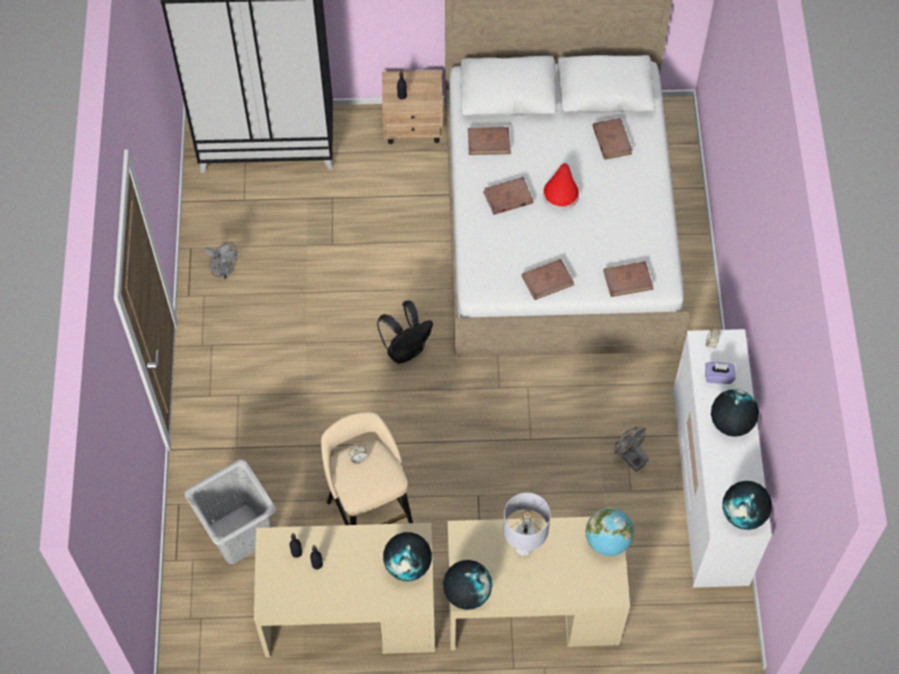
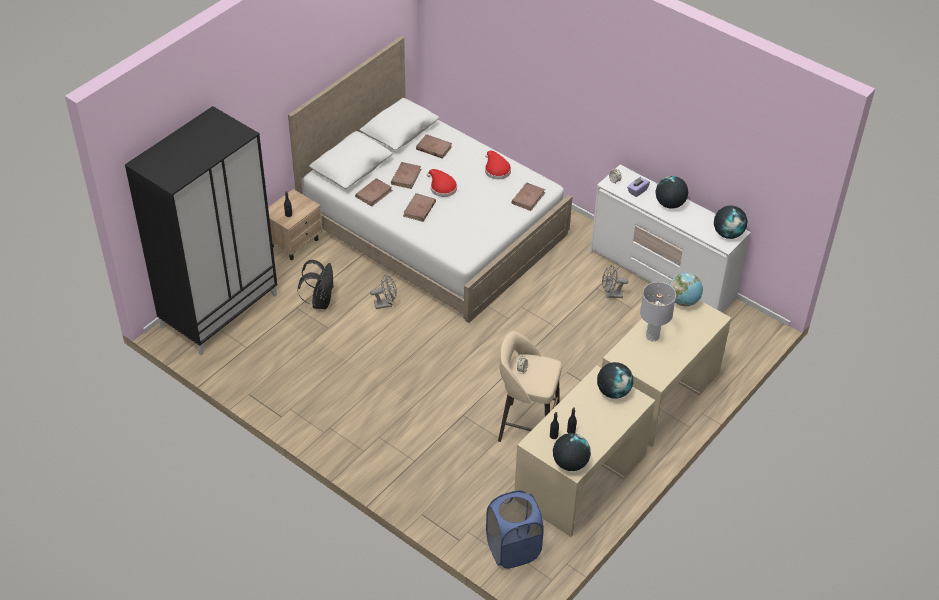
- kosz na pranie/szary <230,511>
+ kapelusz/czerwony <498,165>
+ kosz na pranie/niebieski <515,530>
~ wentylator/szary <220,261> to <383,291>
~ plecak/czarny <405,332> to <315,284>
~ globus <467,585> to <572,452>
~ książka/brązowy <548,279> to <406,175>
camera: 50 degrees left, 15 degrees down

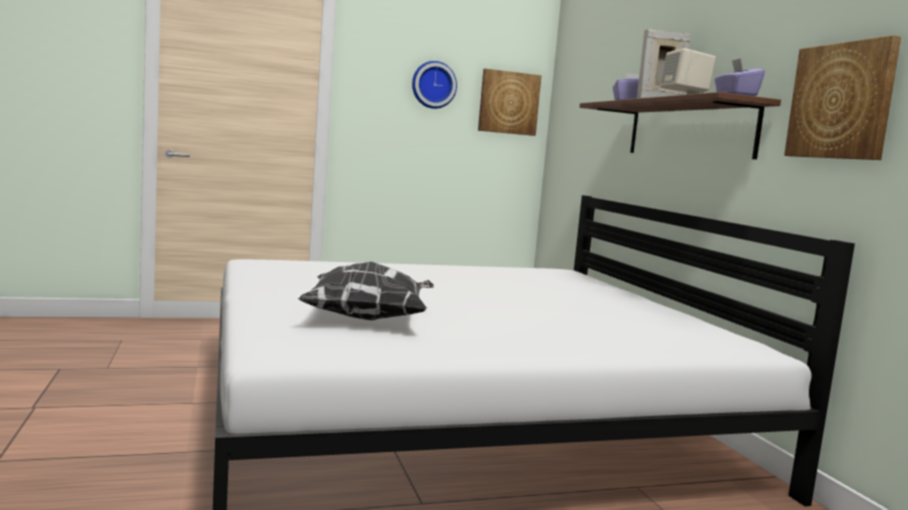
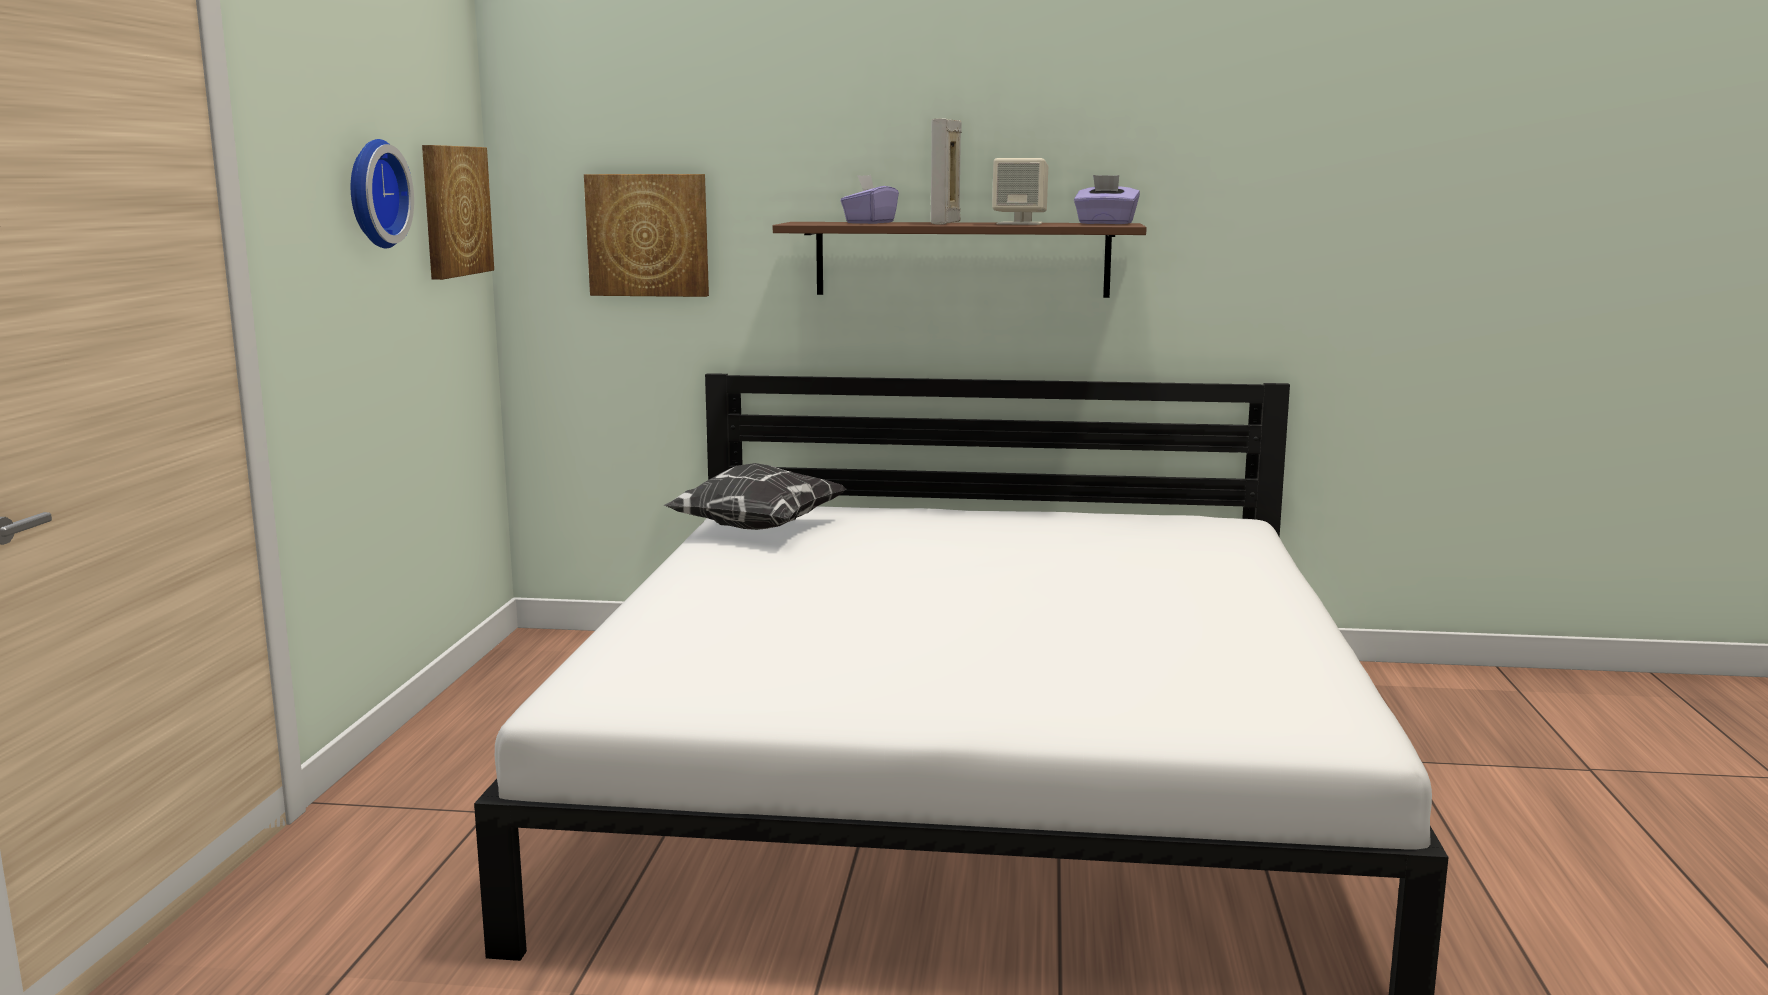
~ poduszka <366,290> to <755,496>
~ obraz <842,97> to <646,235>
camera: 65 degrees left, 5 degrees up

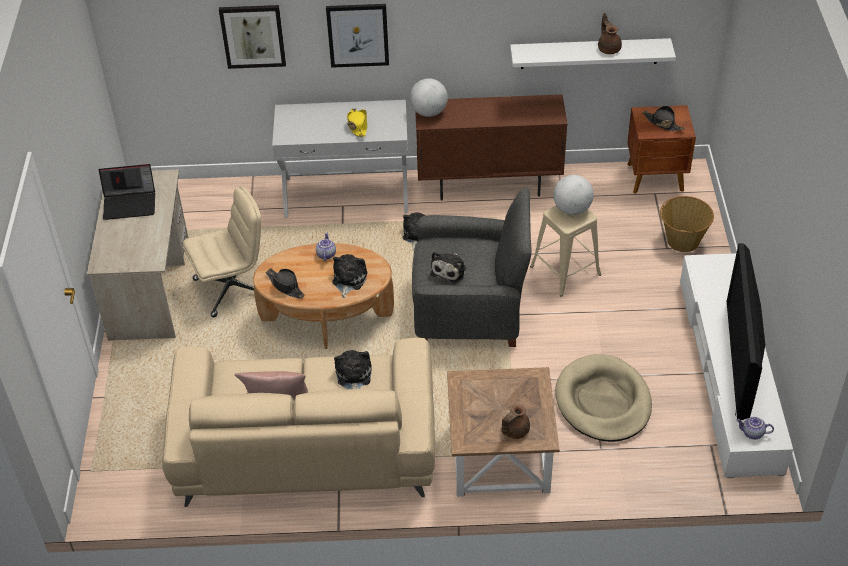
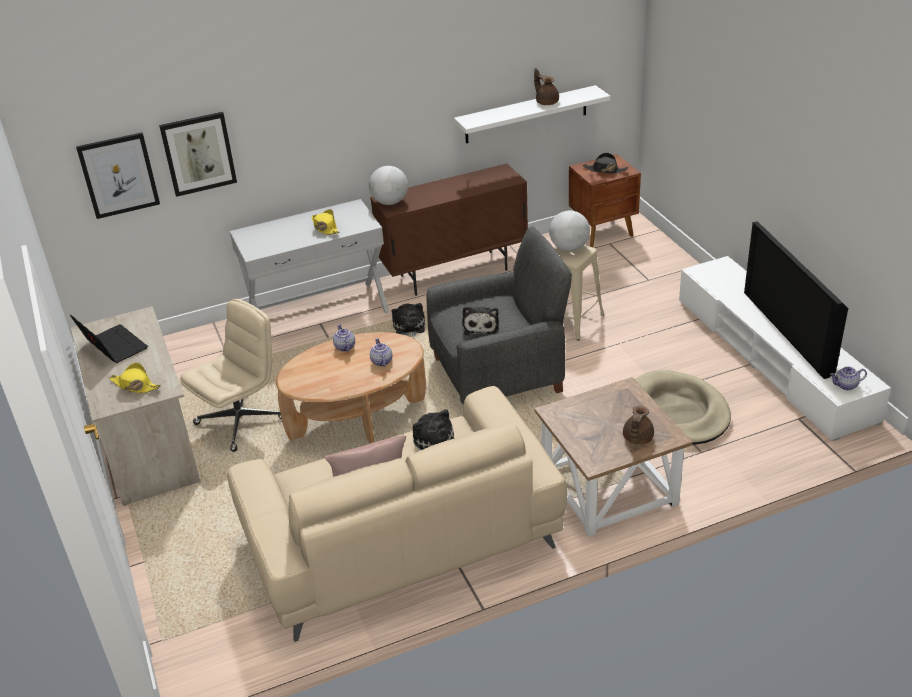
- kapelusz/czarny <285,283>
- koszyk <687,224>
+ kapelusz/żółty <135,378>
~ obraz <357,36> to <118,175>
~ pluszak <350,276> to imbryk <381,352>
~ laptop <127,192> = <109,338> 105 degrees counterclockwise
camera: 20 degrees left, 10 degrees down

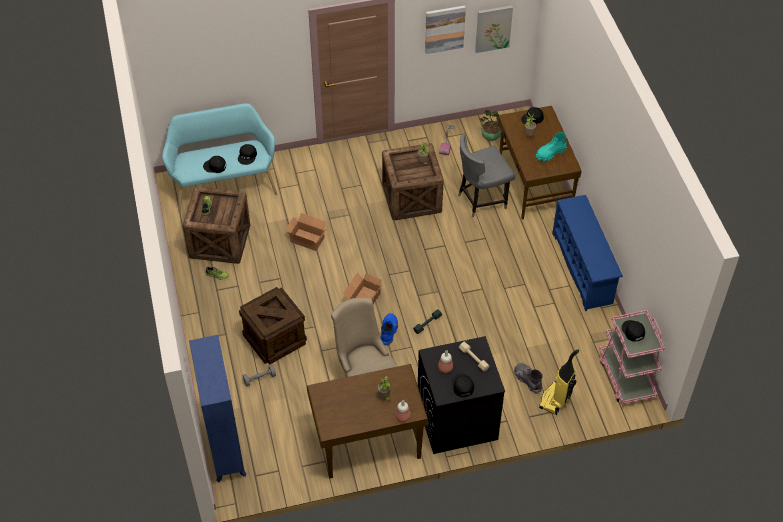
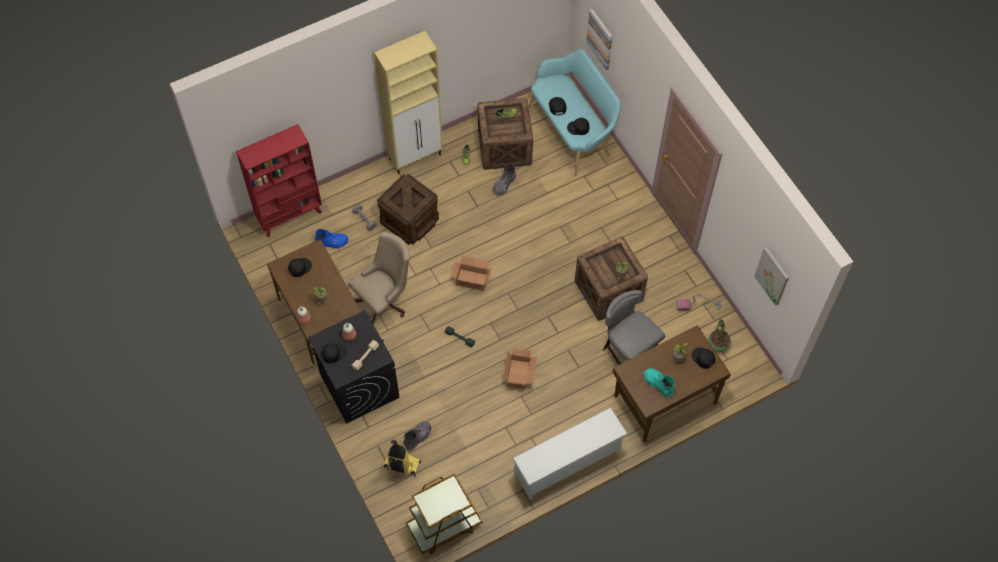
+ szafka/beżowy <408,102>
+ but z cholewką/szary <504,180>
~ karton <305,232> to <520,368>
~ but z cholewką/niebieski <389,329> to <331,239>
~ obraz <445,30> to <599,39>
~ czapka z daszkiem/czarny <633,331> to <300,267>
~ regał/niebieski <218,408> to regał/czerwony <279,180>
~ regał na buty/niebieski <587,253> to regał na buty/biały <570,453>
~ wózek/różowy <632,357> to wózek/brązowy <444,513>
camera: 75 degrees right, 10 degrees up

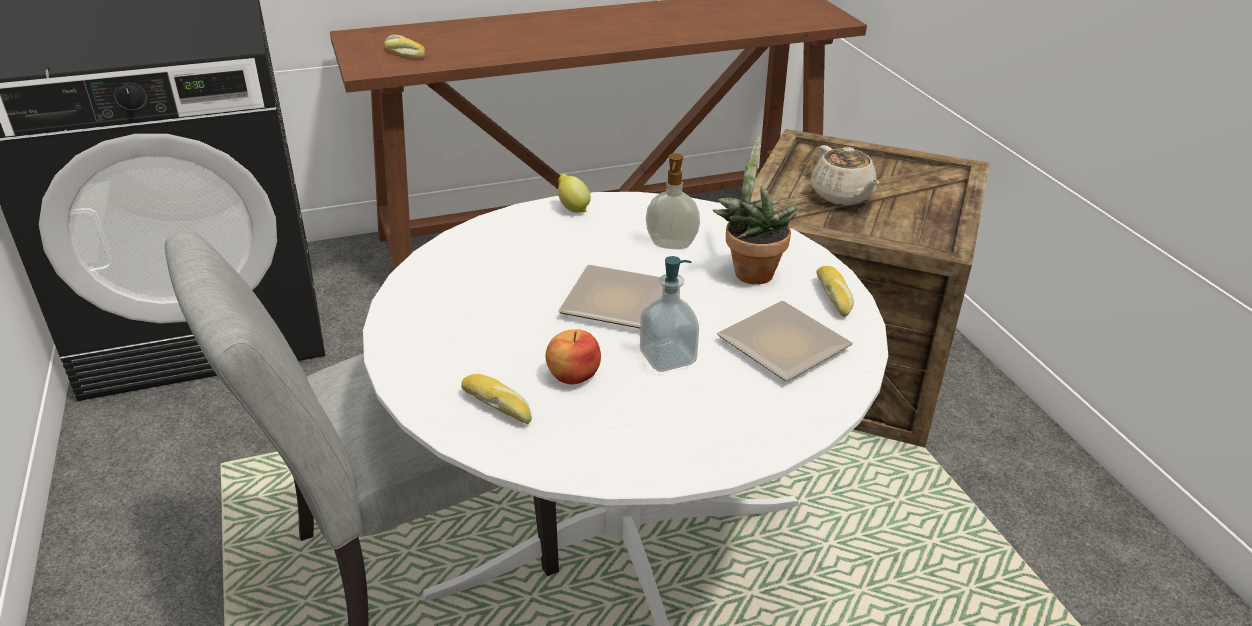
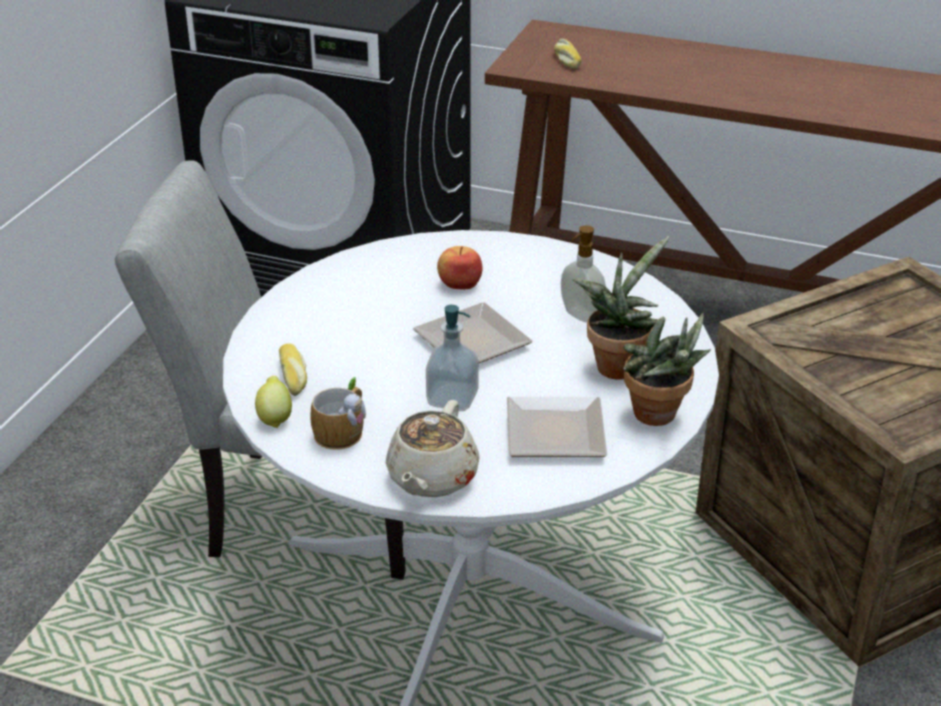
+ kubek <338,413>
~ jabłko <573,356> to <460,267>
~ cytryna <574,193> to <273,402>
~ imbryk/beżowy <845,175> to <432,448>
~ chleb <835,291> to roślina doniczkowa <667,369>
camera: 40 degrees right, 0 degrees up

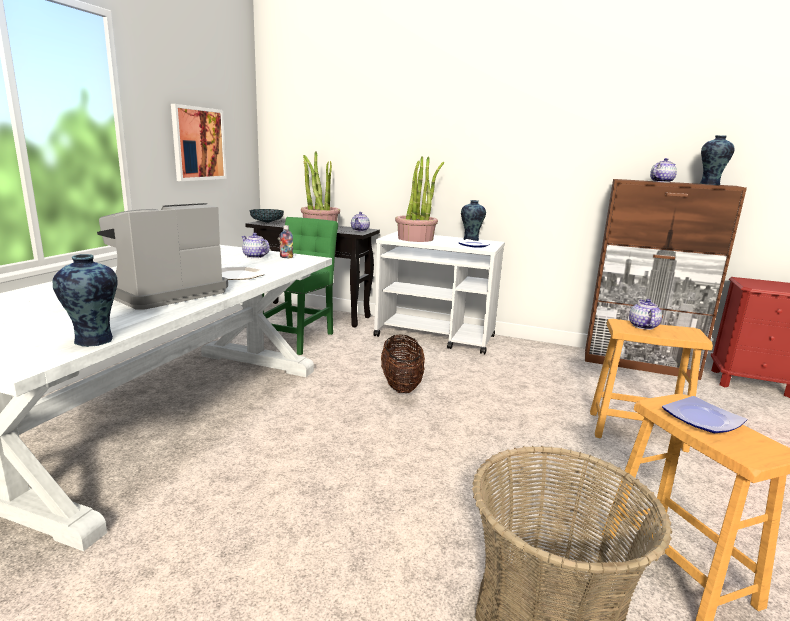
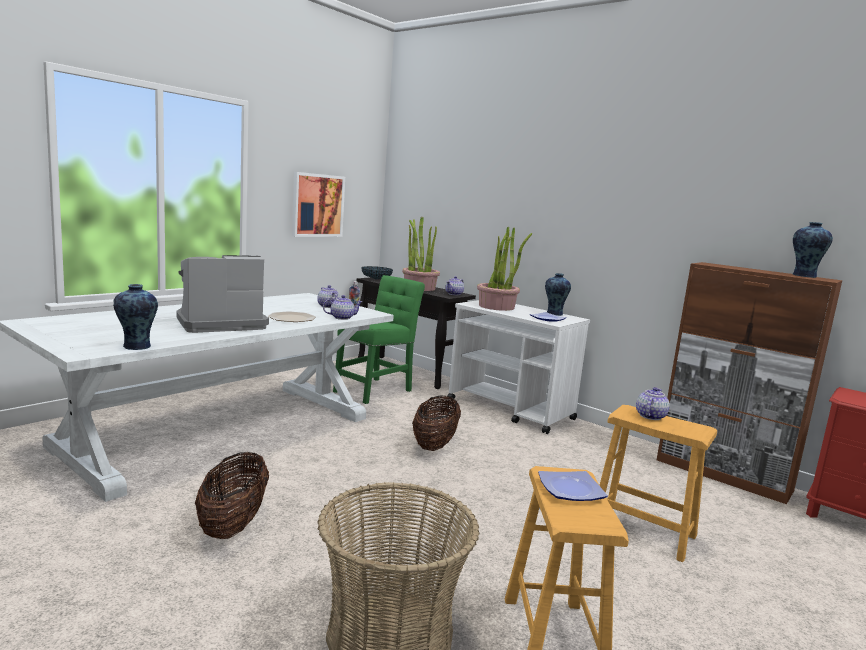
+ koszyk <232,495>
~ imbryk <663,170> to <343,307>
camera: 20 degrees right, 5 degrees down

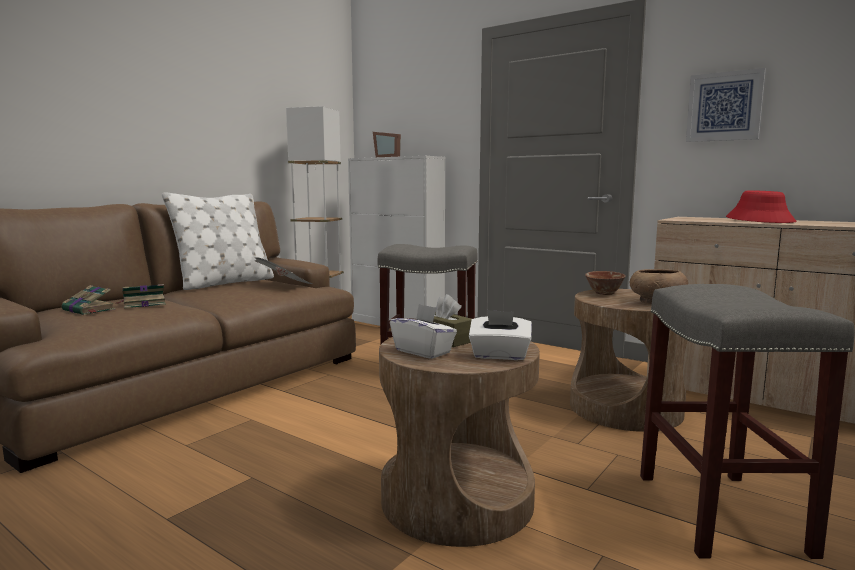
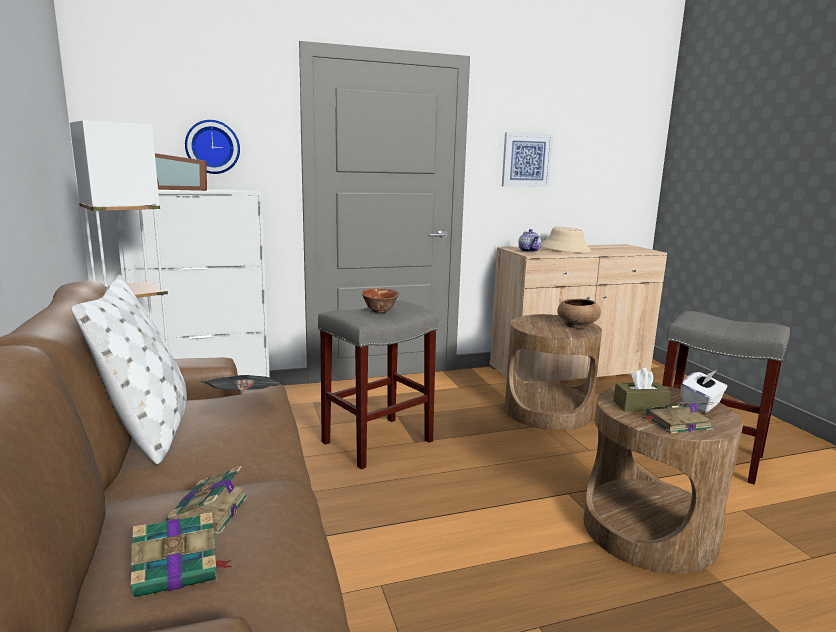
+ zegar ścienny <212,147>
+ imbryk <529,240>
~ miska <605,283> to <380,300>
~ pudełko chusteczek/biały <423,331> to książka <678,418>
~ kapelusz/czerwony <761,206> to kapelusz/beżowy <566,240>
camera: 55 degrees left, 5 degrees up

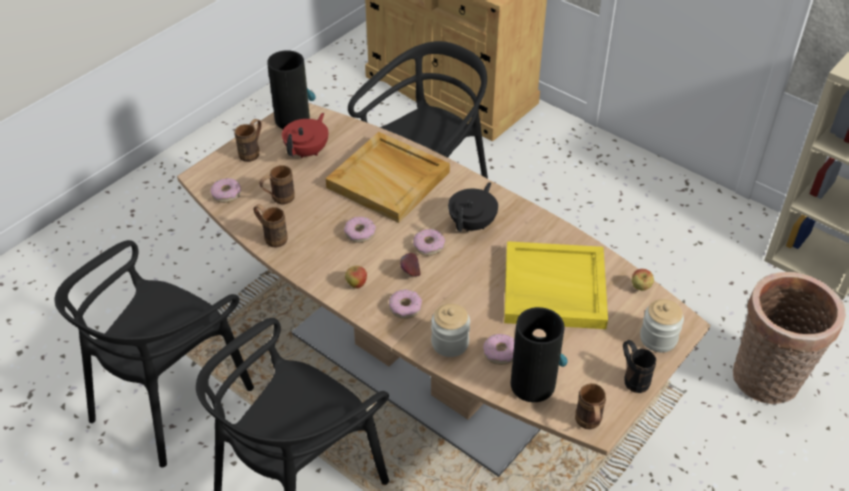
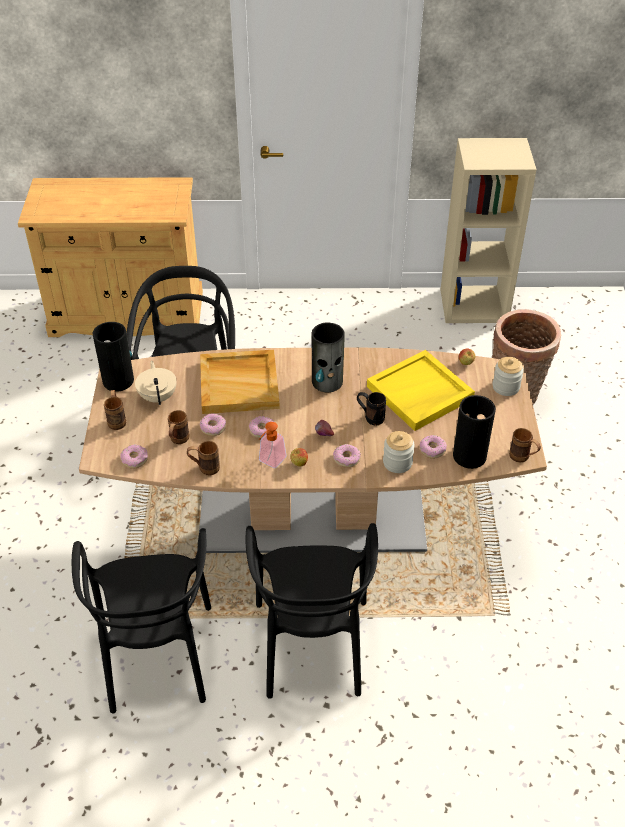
+ dozownik mydła <273,445>
~ donut <429,242> to <213,424>
~ kubek/czarny <639,366> to <371,409>
~ imbryk/czarny <473,207> to wazon <328,357>
~ imbryk/czerwony <305,135> to imbryk/beżowy <156,383>
camera: 40 degrees left, 0 degrees up

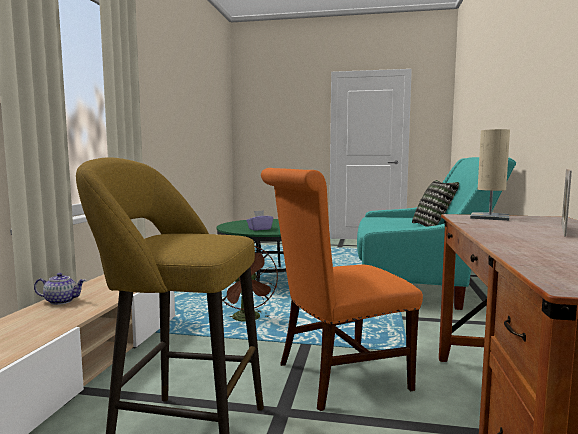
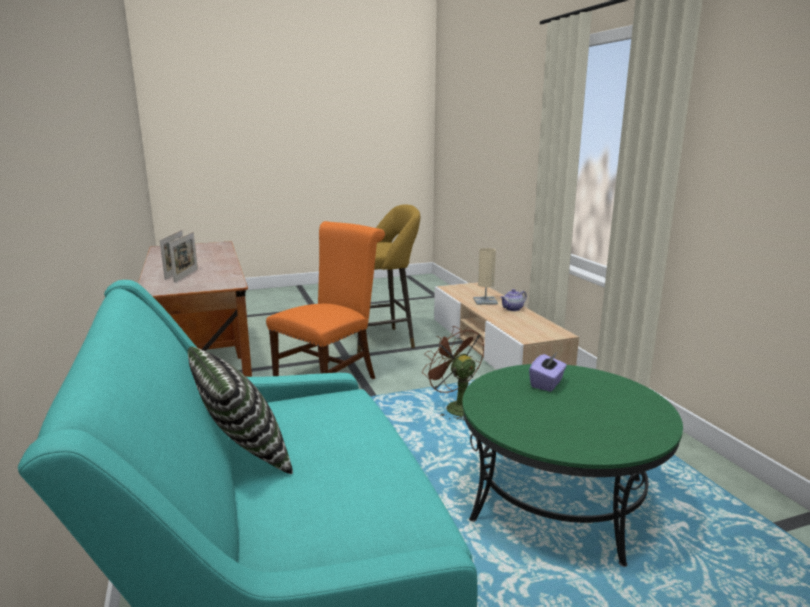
+ ramka na zdjęcie <183,257>
~ lampa stołowa/beżowy <490,175> to <485,276>
camera: 150 degrees right, 10 degrees up

